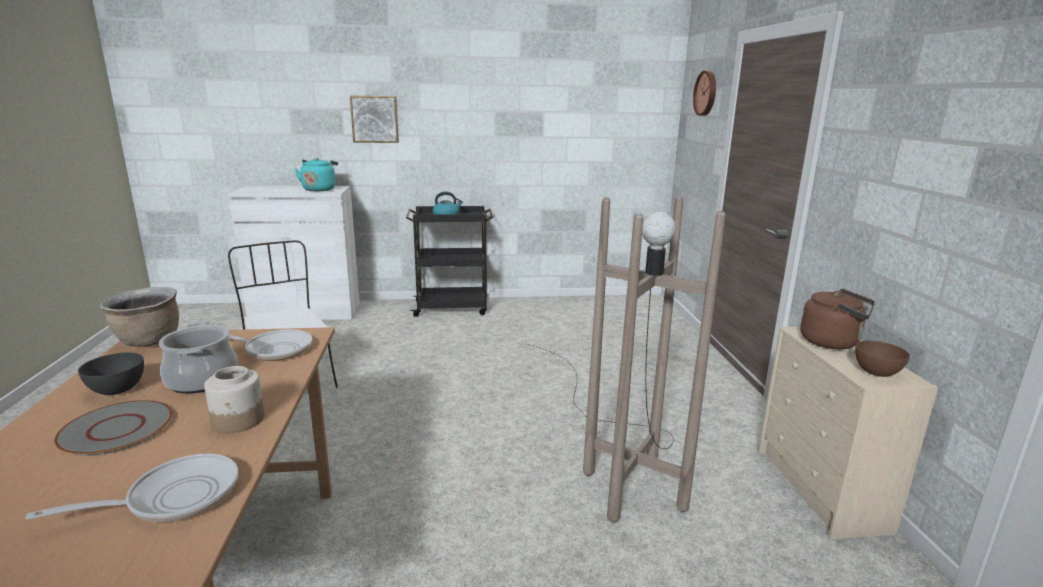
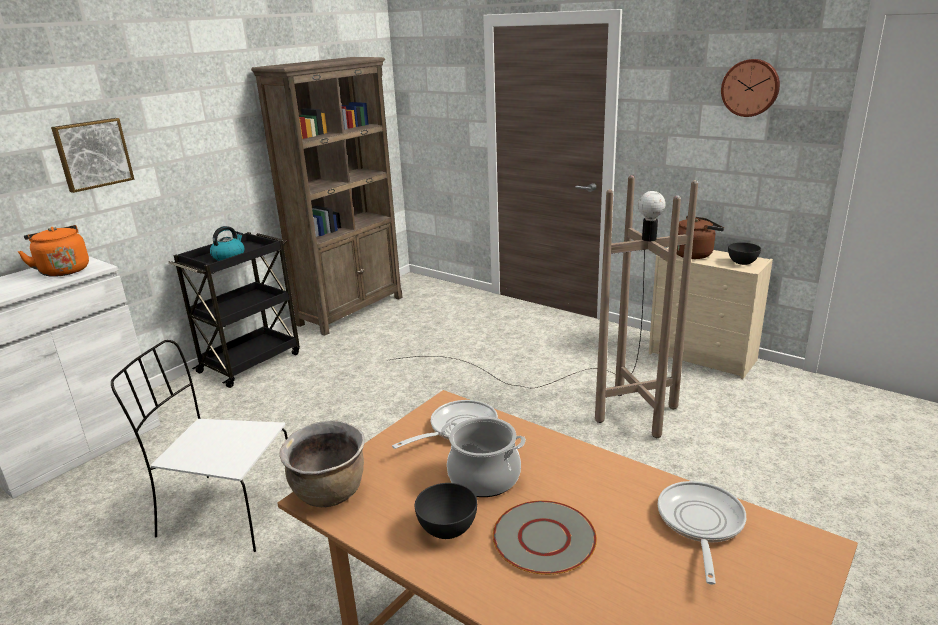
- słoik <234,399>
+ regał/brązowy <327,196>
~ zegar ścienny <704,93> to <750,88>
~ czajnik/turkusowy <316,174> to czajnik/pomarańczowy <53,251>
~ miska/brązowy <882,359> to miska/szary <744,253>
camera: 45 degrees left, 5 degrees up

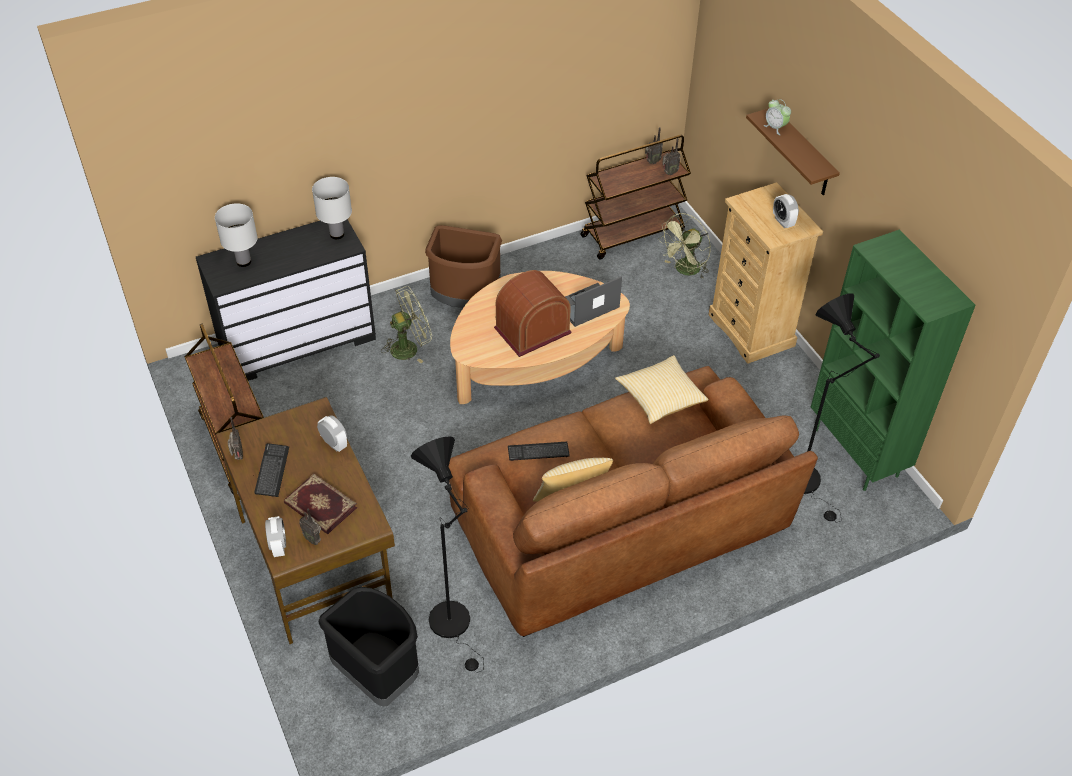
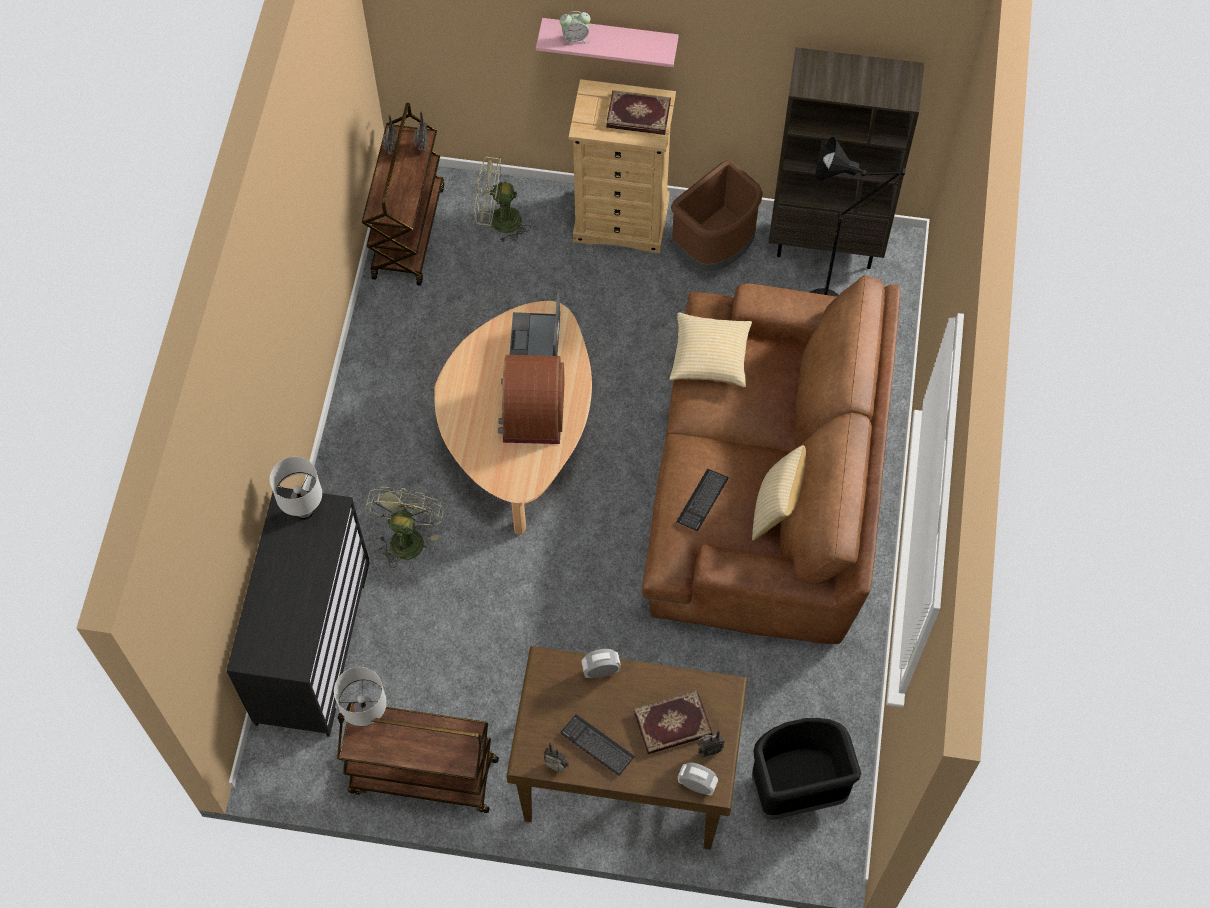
- lampa stojąca/czarny <447,554>
~ lampa stołowa/biały <236,235> to <360,696>
~ kosz na śmieci/brązowy <463,266> to <717,216>
~ budzik <786,211> to książka <638,112>
~ półka/brązowy <793,151> to półka/różowy <607,42>
~ regał/zielony <893,360> to regał/brązowy <846,158>
~ wentylator/zielony <684,246> = <503,200> 105 degrees clockwise
camera: 55 degrees left, 15 degrees up

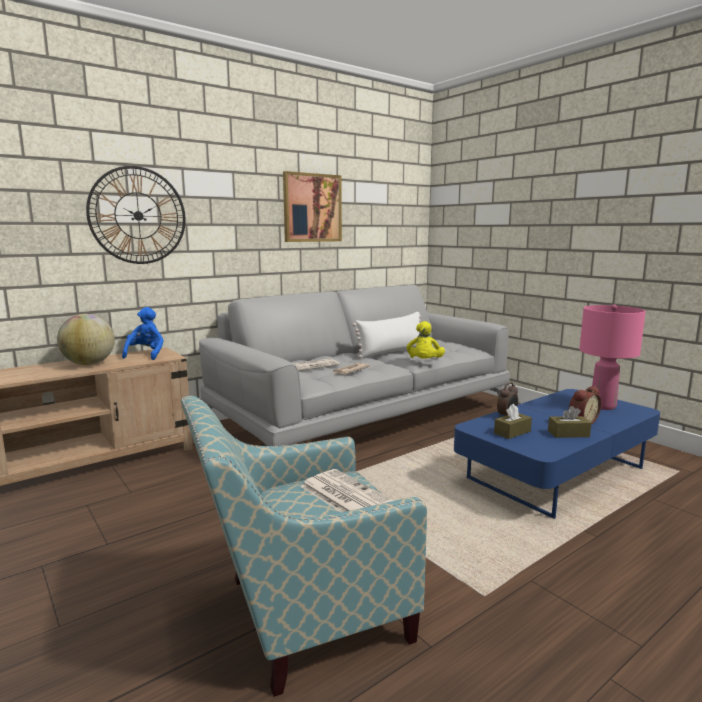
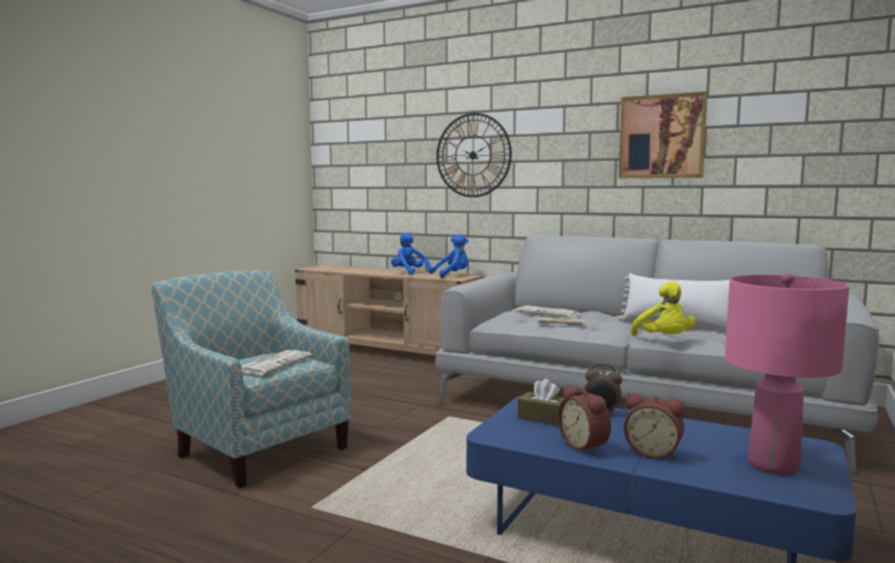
~ globus <86,339> to pluszak/niebieski <411,254>
~ pudełko chusteczek/brązowy <569,422> to budzik <584,419>
~ pluszak/żółty <426,340> = <663,308> 90 degrees counterclockwise
camera: 65 degrees right, 5 degrees down

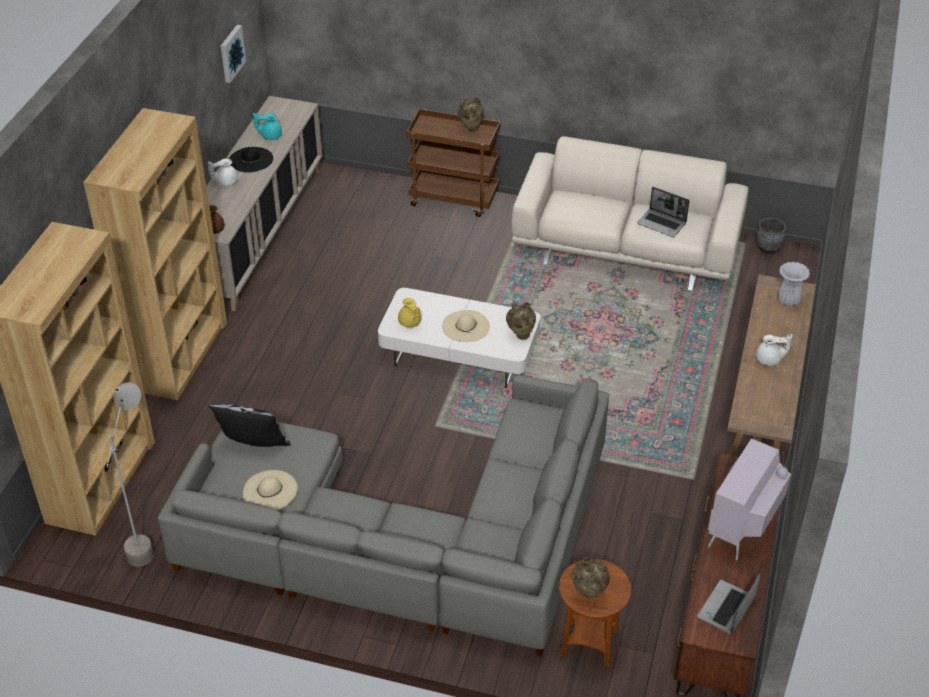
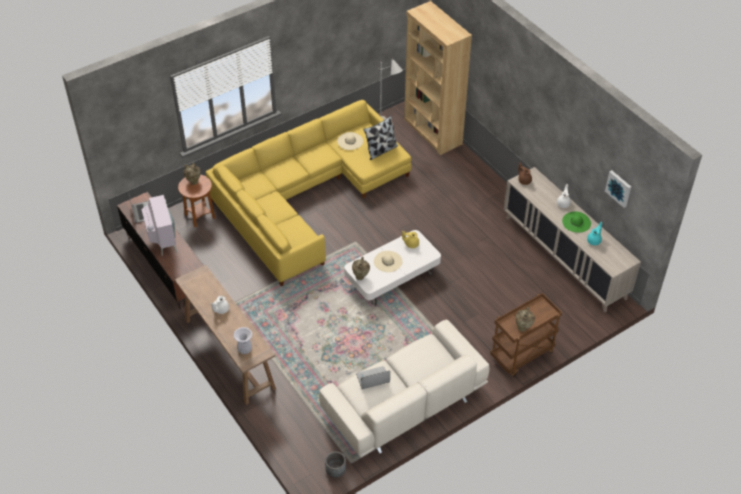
- regał/brązowy <155,254>
~ kanapa/szary <383,515> to kanapa/żółty <308,193>
~ kapelusz/czarny <251,160> to kapelusz/zielony <576,222>
camera: 130 degrees right, 5 degrees up

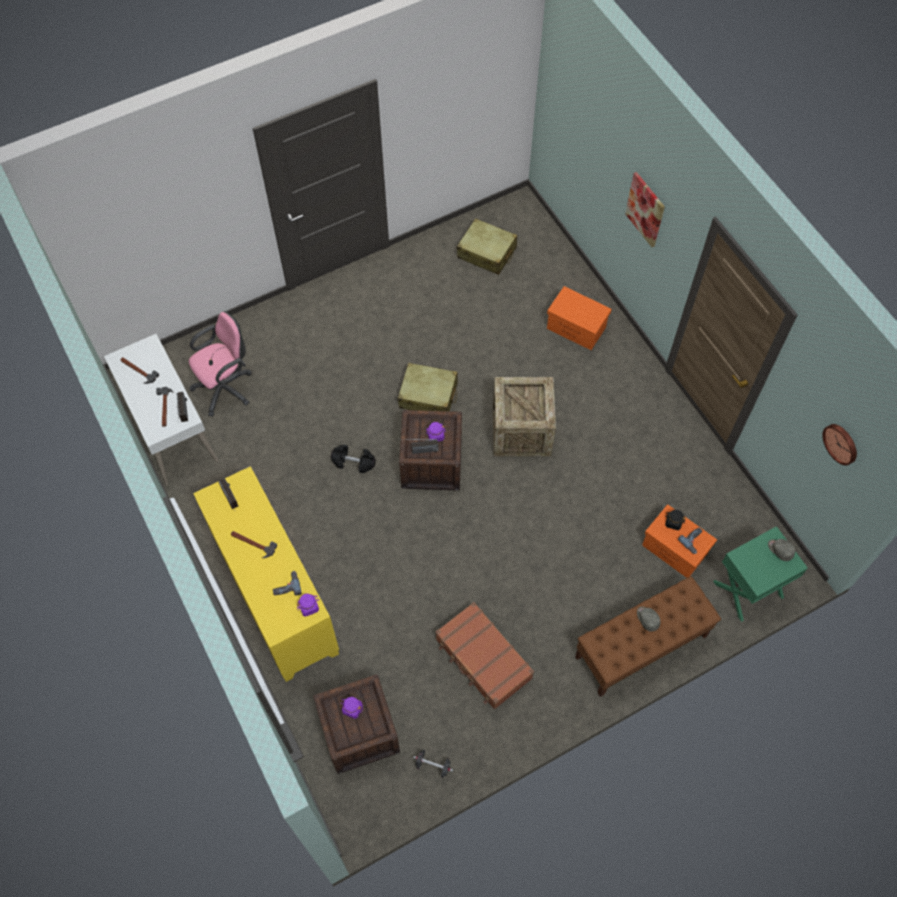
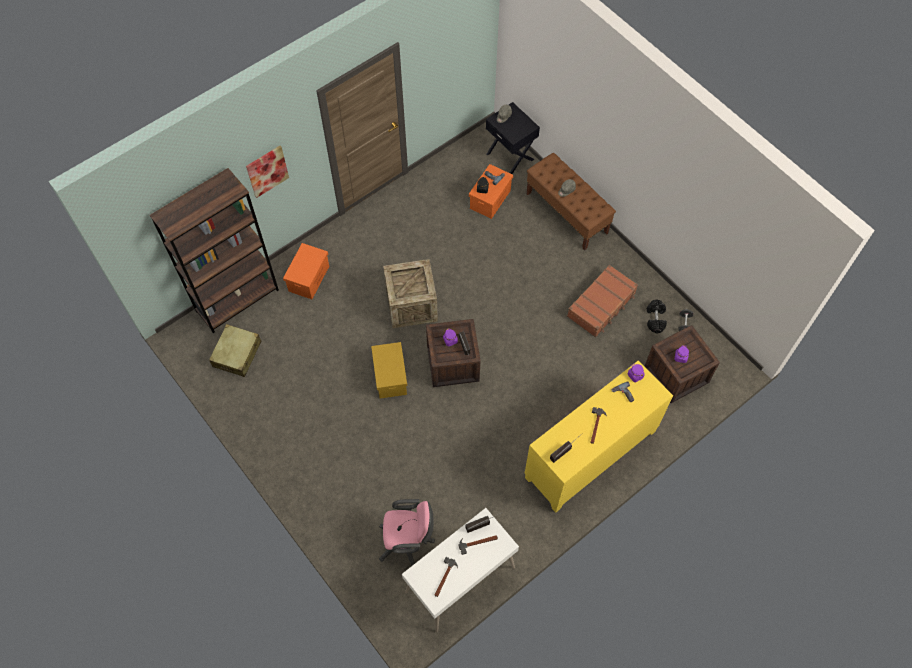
- zegar ścienny <839,445>
+ regał/brązowy <214,250>
~ hantel/czarny <353,459> to <657,316>
~ walizka/beżowy <428,387> to pojemnik do przechowywania/żółty <389,370>
~ szafka nocna/zielony <760,574> to szafka nocna/czarny <513,138>
~ krzesło biurowe/różowy <220,364> = <407,532> 135 degrees clockwise
camera: 100 degrees left, 0 degrees up

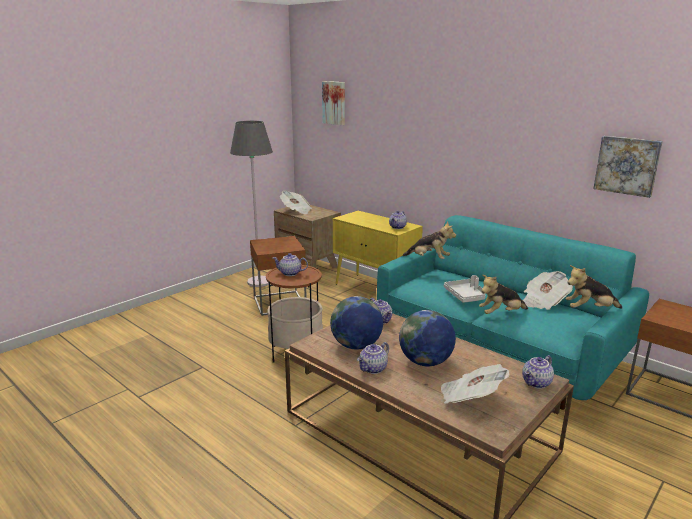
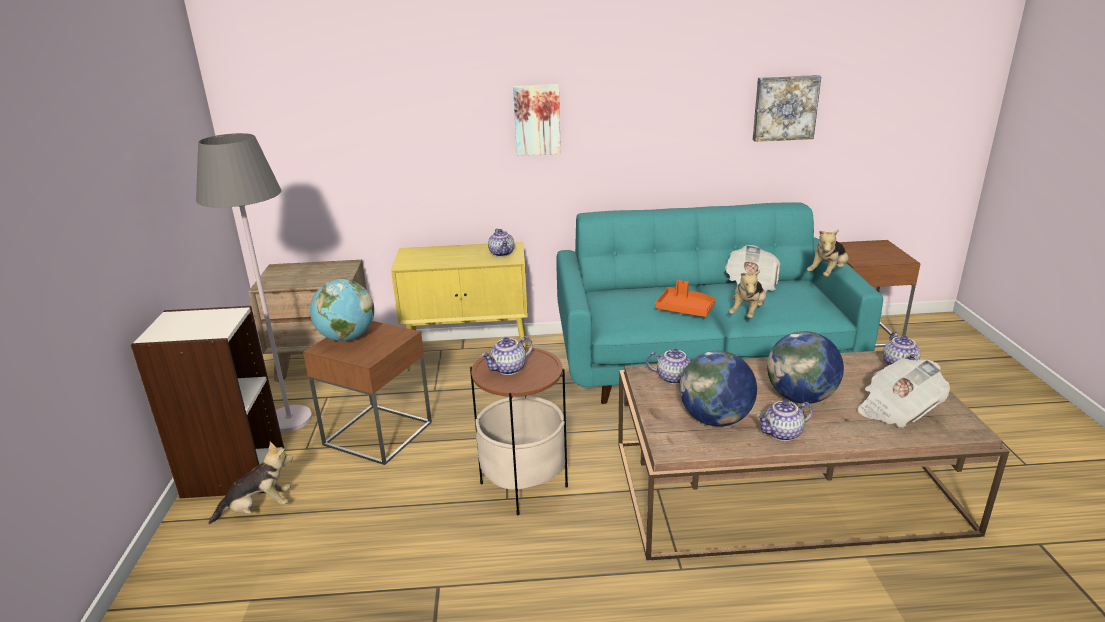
- gazeta <296,202>
+ regał <207,402>
+ globus <342,310>
~ obraz <333,103> to <537,120>
~ pluszak <429,240> to <250,483>
~ taca/szary <465,289> to taca/pomarańczowy <685,298>
~ imbryk <373,358> = <784,420> 75 degrees clockwise
camera: 45 degrees left, 5 degrees up

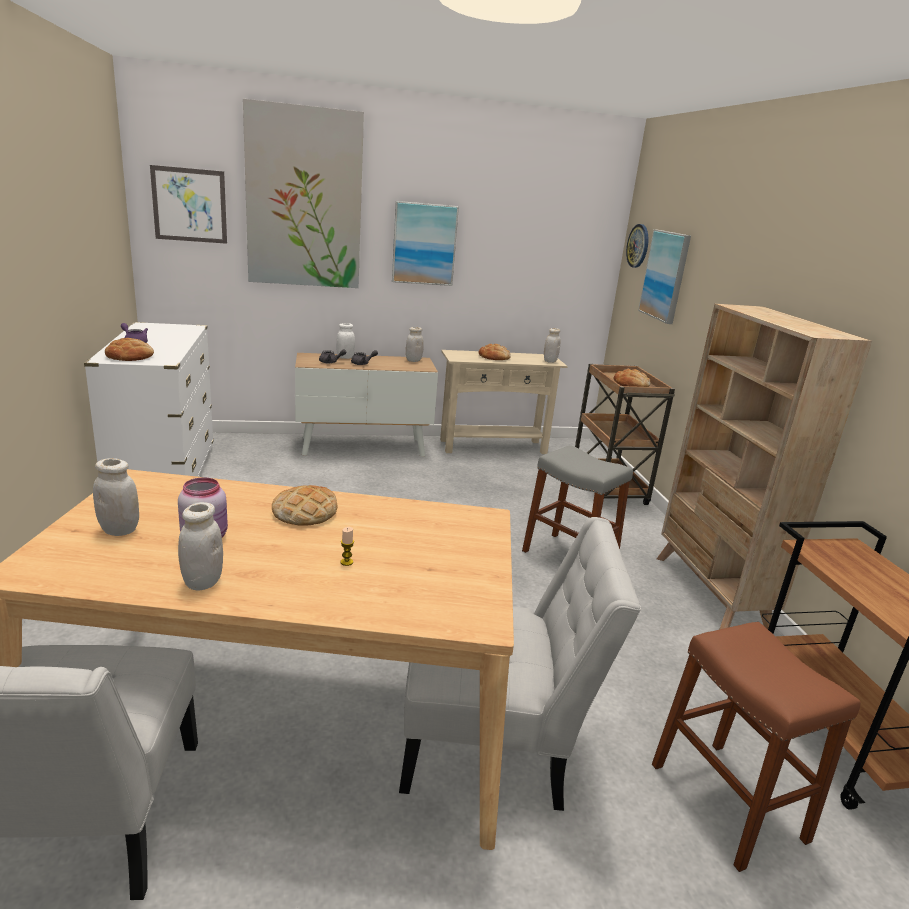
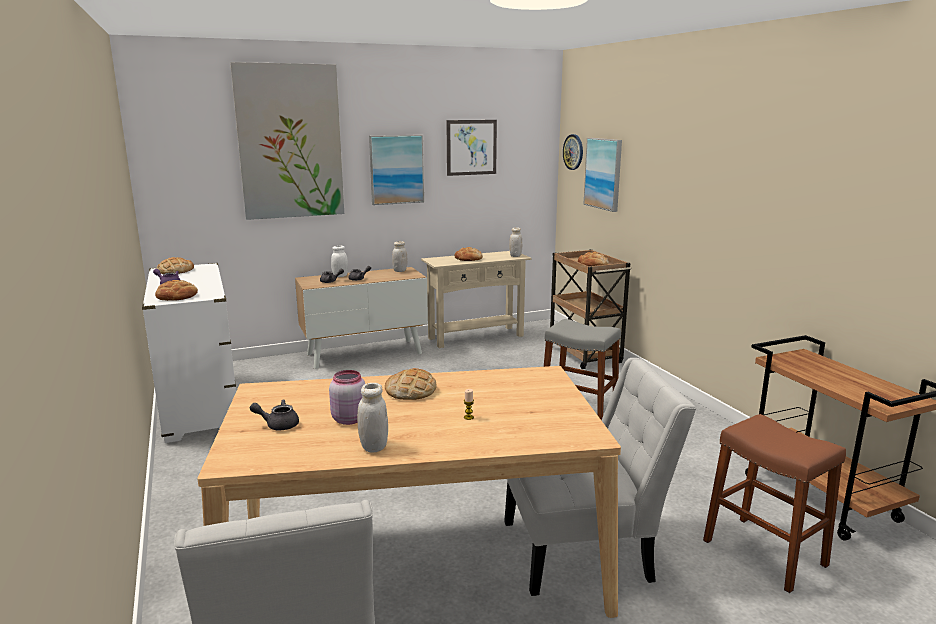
- regał/beżowy <764,467>
+ chleb <175,265>
~ obraz <188,204> to <471,148>
~ słoik/biały <116,497> to imbryk/szary <274,414>
camera: 10 degrees left, 5 degrees down

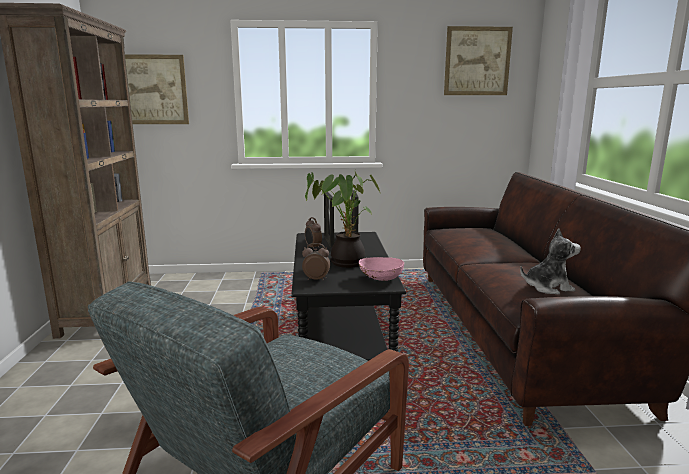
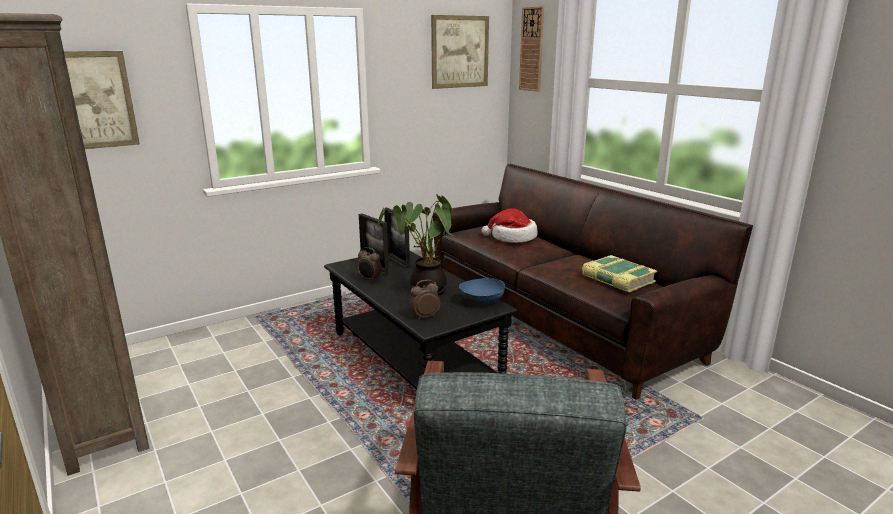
+ kapelusz <510,225>
+ zegar ścienny <531,49>
~ pluszak <550,261> to książka <619,274>
~ miska/różowy <381,269> to miska/niebieski <482,291>
camera: 30 degrees left, 5 degrees up

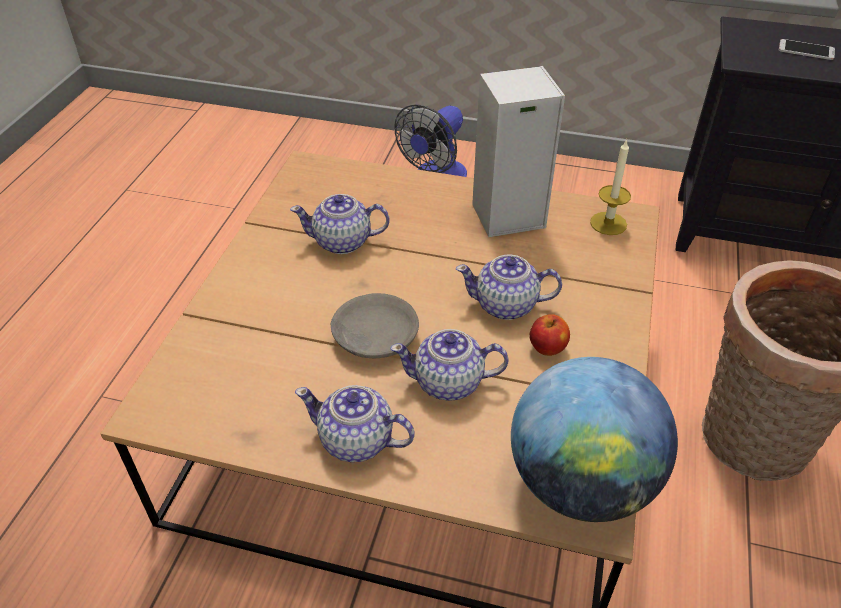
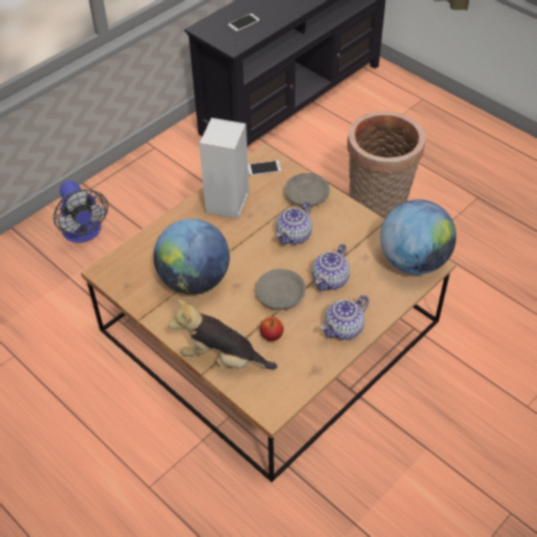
+ pluszak <223,334>
+ miska/szary <307,190>
~ jabłko <549,335> to <272,329>
~ imbryk <339,224> to globus <191,257>
~ świeca <610,187> to telefon <264,168>
camera: 60 degrees left, 5 degrees up

